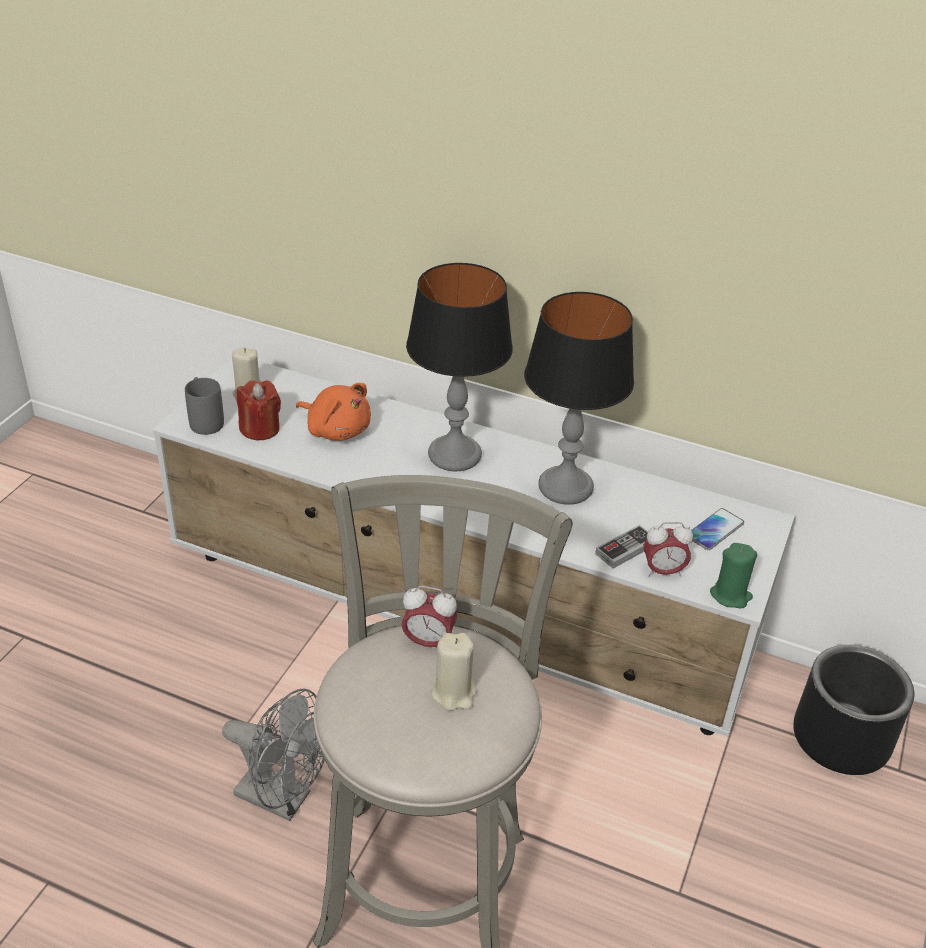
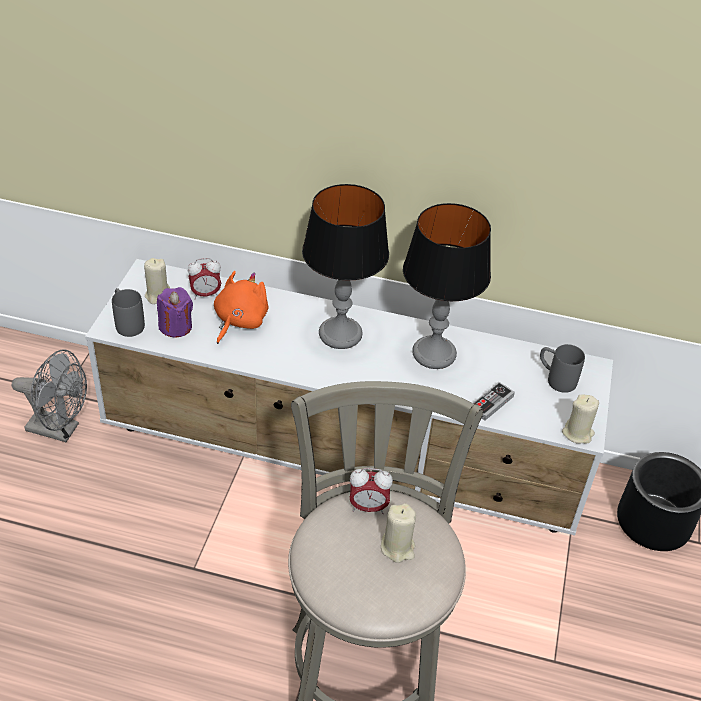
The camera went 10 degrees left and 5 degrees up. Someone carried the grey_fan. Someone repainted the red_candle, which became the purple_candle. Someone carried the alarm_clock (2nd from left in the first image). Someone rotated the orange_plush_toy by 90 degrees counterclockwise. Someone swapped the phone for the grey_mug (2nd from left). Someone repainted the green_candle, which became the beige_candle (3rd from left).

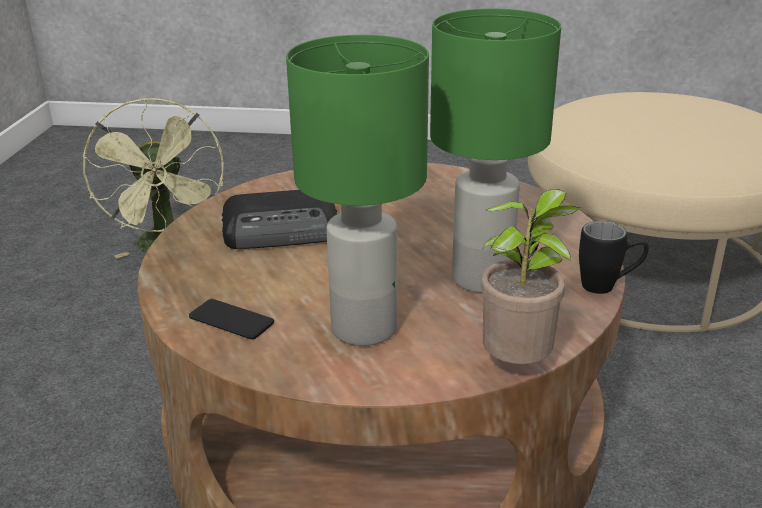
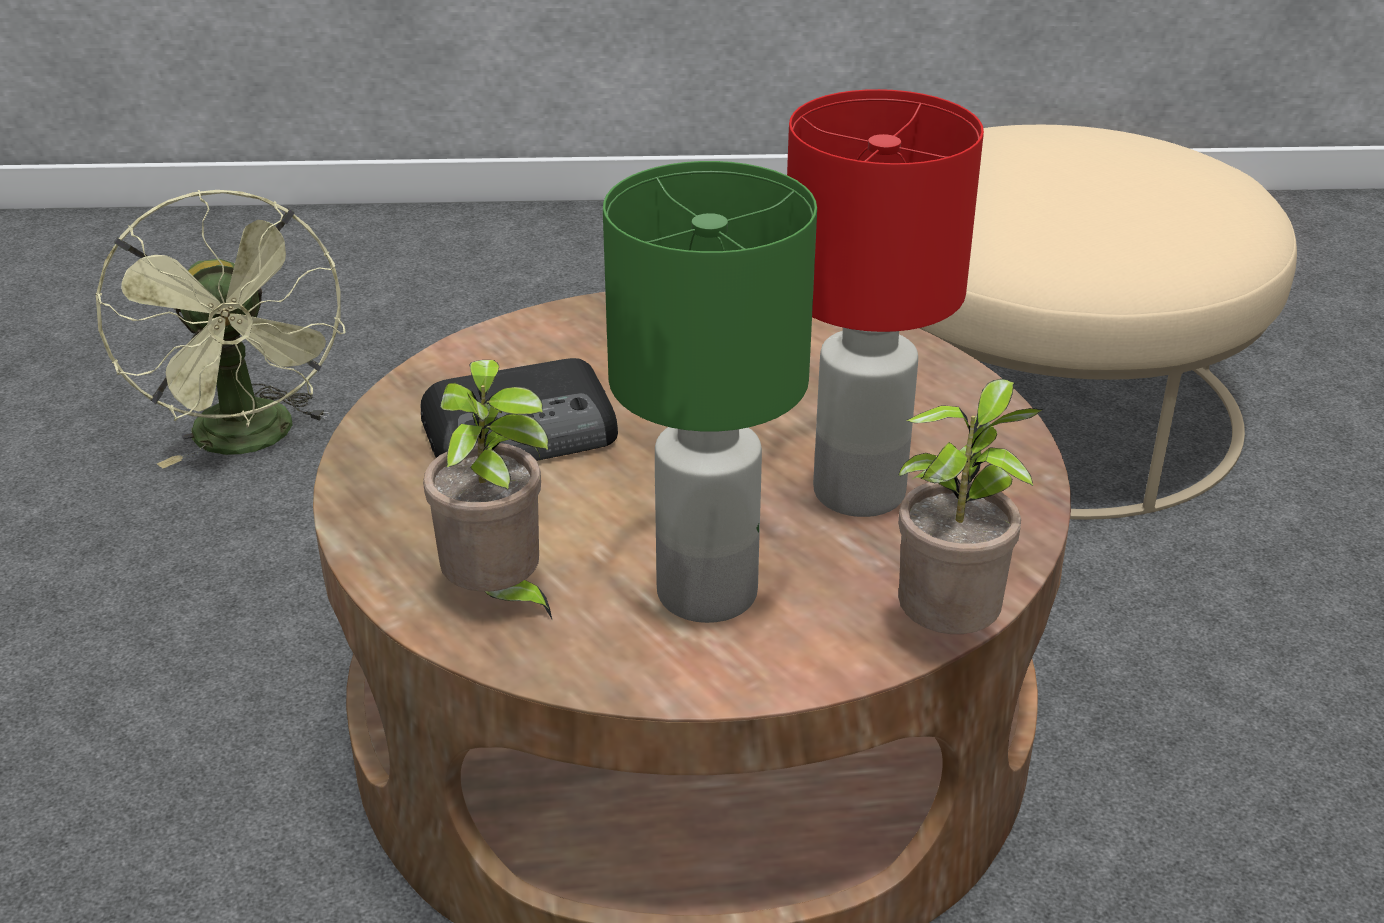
The camera went 10 degrees left and 5 degrees up. Someone swapped the phone for the potted_plant (1st from left). Someone repainted the green_table_lamp (2nd from left), which became the red_table_lamp. Someone took away the black_mug.

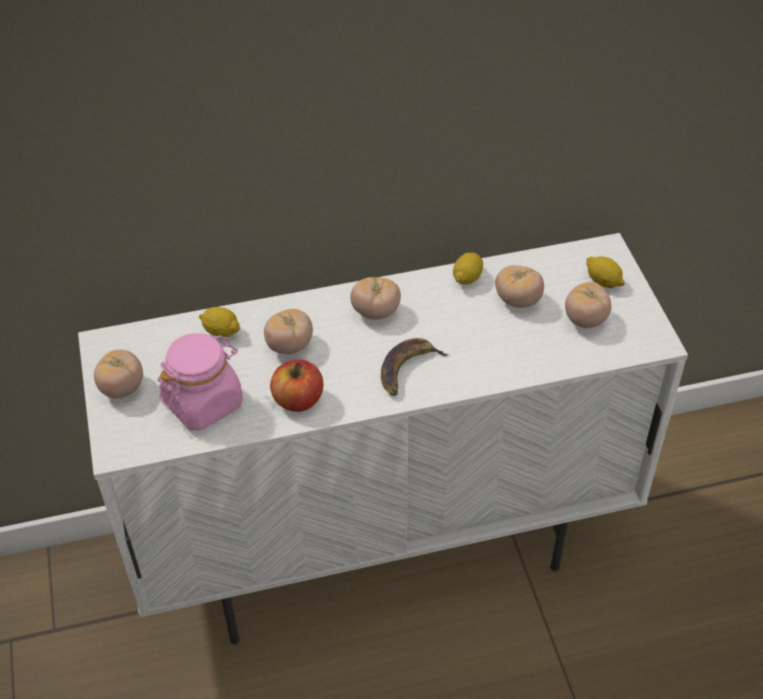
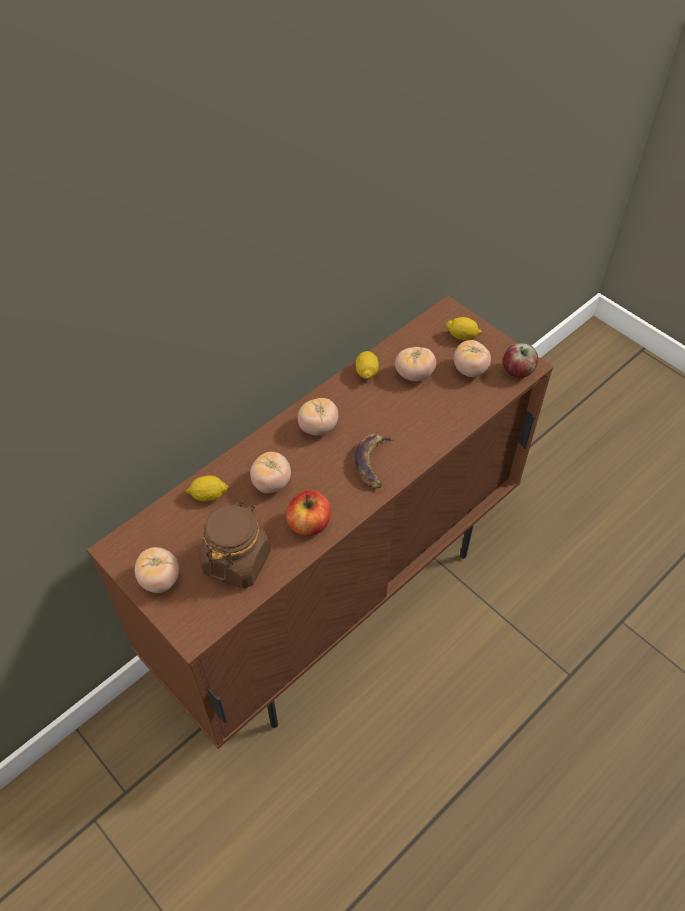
The camera went 30 degrees left and 5 degrees up. Someone repainted the white_cabinet, which became the brown_cabinet. Someone repainted the pink_jar, which became the brown_jar. Someone put down the apple (2nd from left).

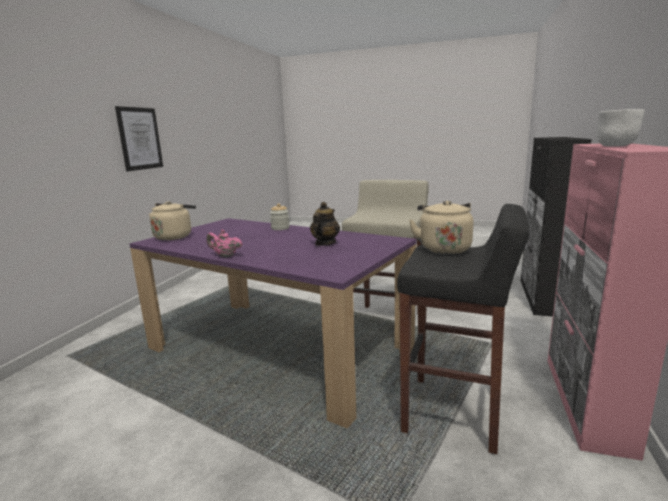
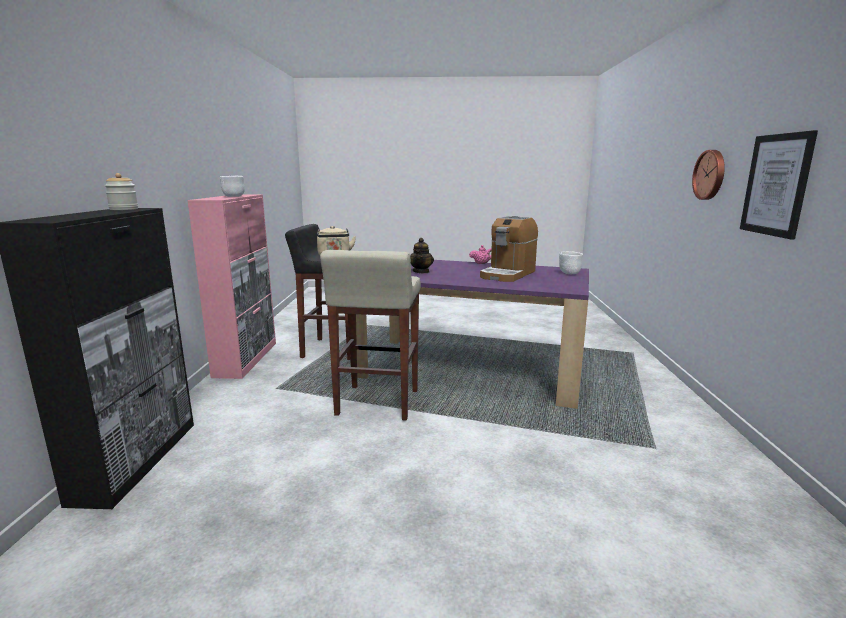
The camera went 165 degrees right and 0 degrees up. Someone carried the jar. Someone put down the coffee_machine. Someone swapped the beige_kettle (1st from left) for the white_bowl (2nd from left). Someone put up the wall_clock.

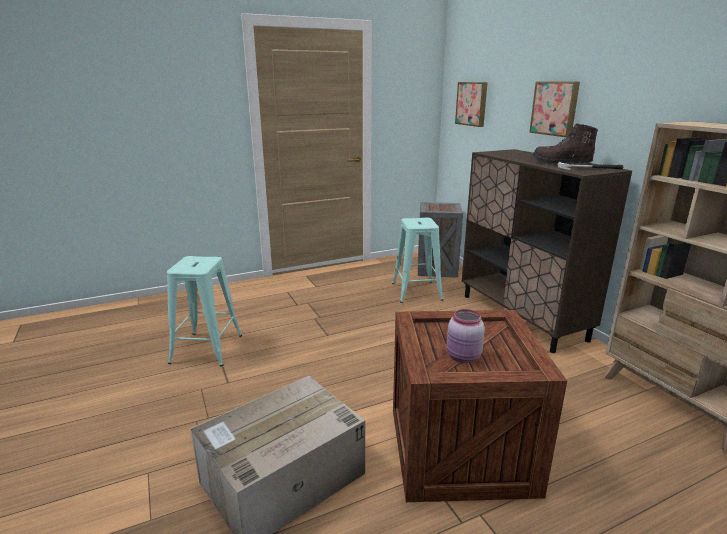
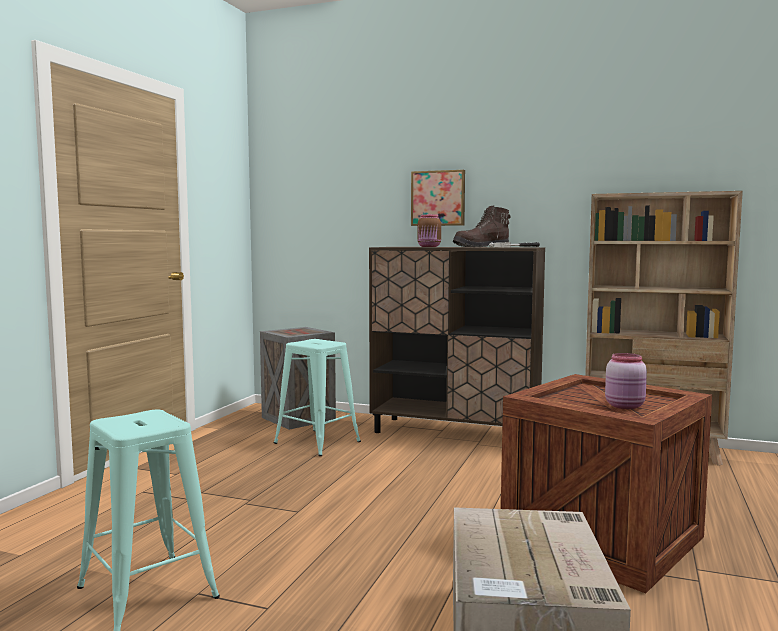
The camera went 45 degrees left and 15 degrees down. Someone put down the brown_jar. Someone took away the picture (1st from left).

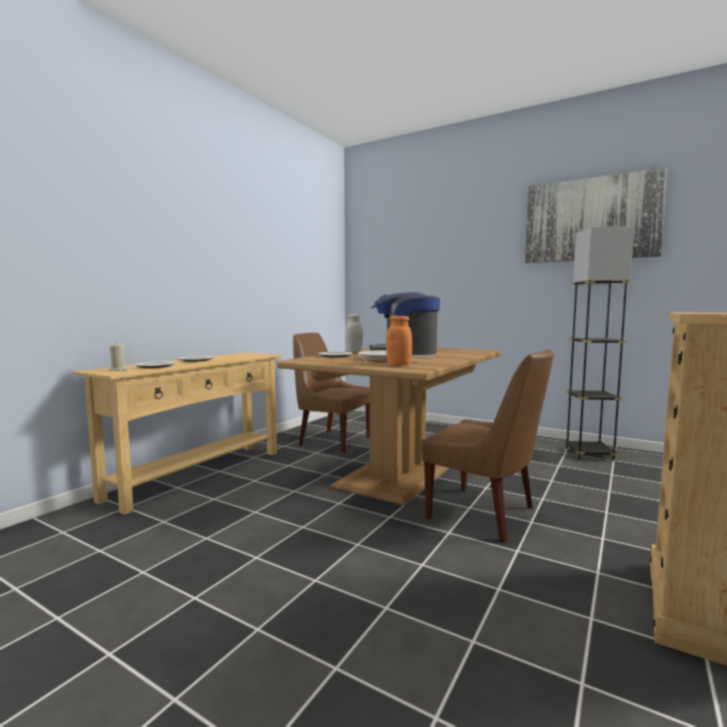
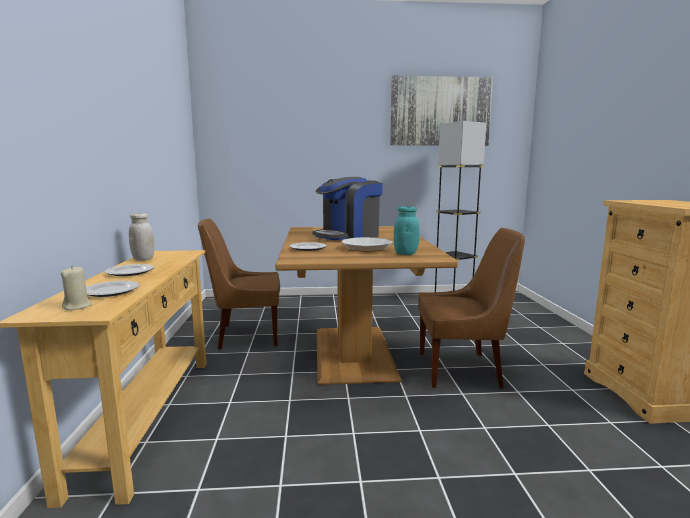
The camera went 35 degrees left and 5 degrees up. Someone carried the white_jar. Someone repainted the orange_jar, which became the turquoise_jar.

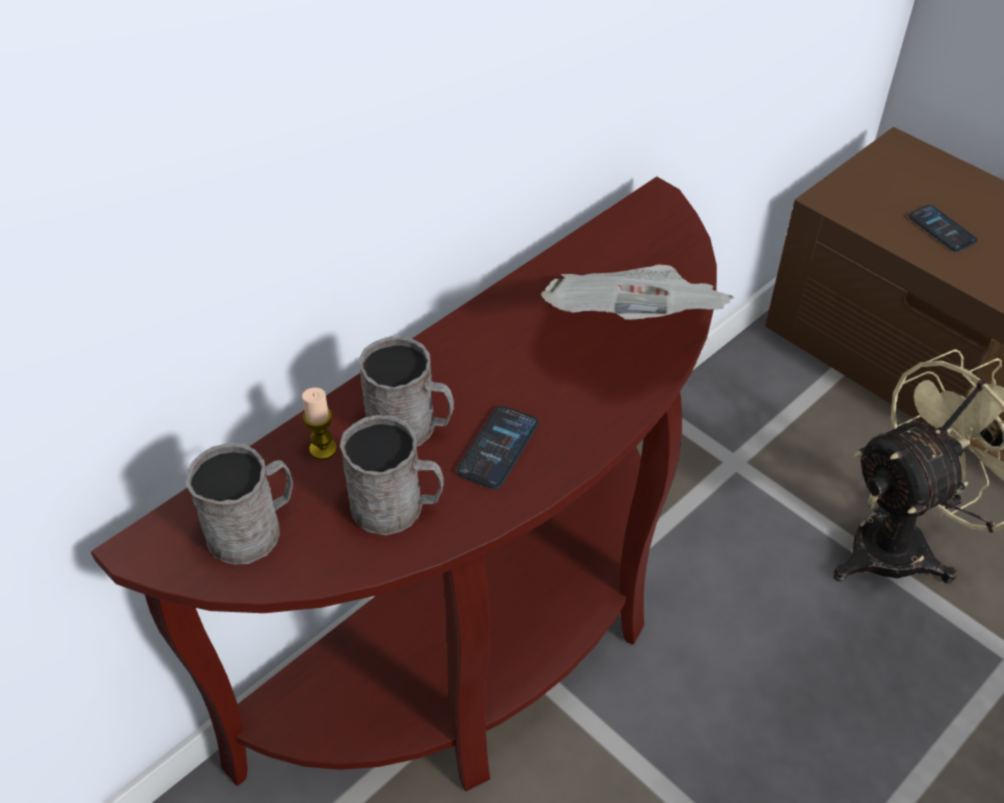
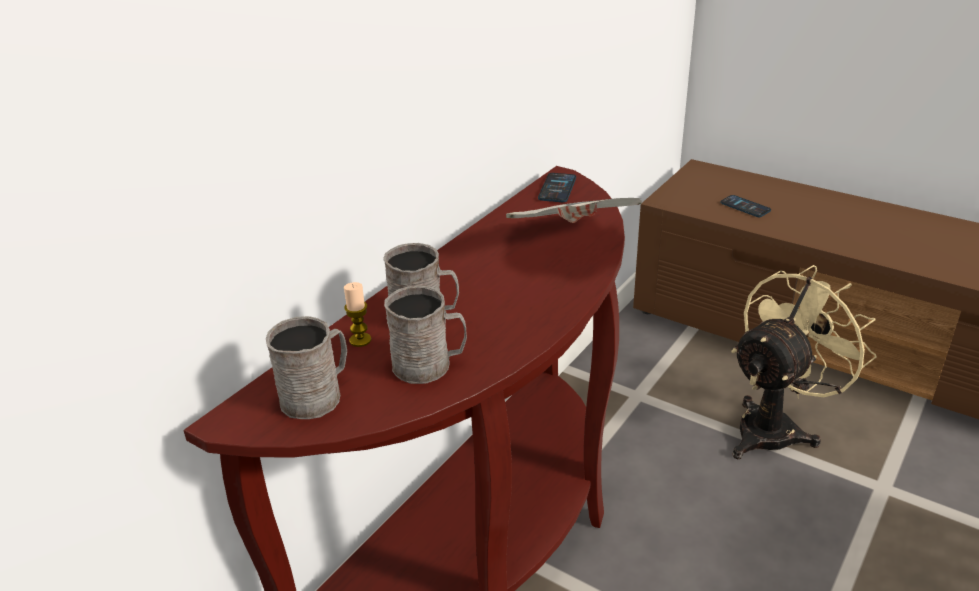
The camera went 10 degrees left and 15 degrees down. Someone carried the phone (1st from left).

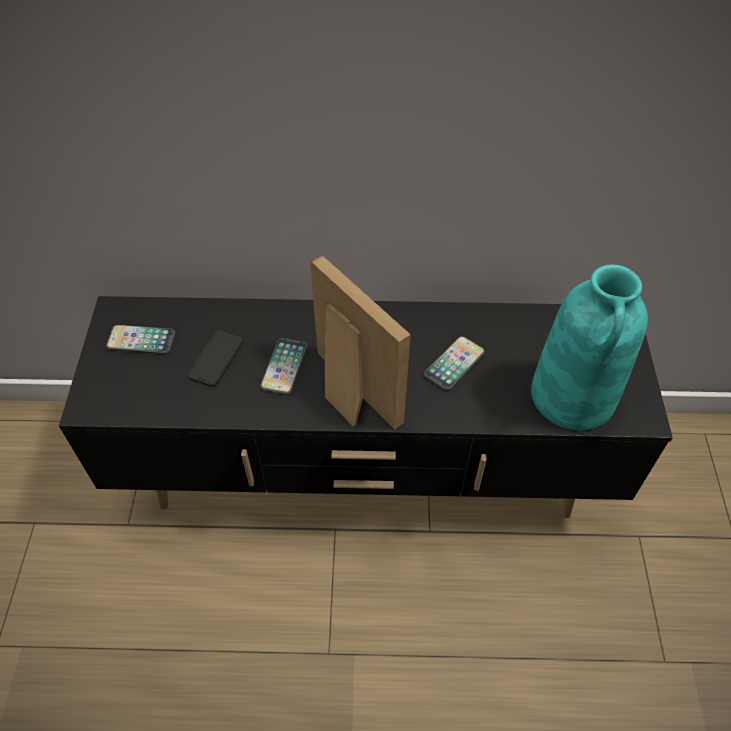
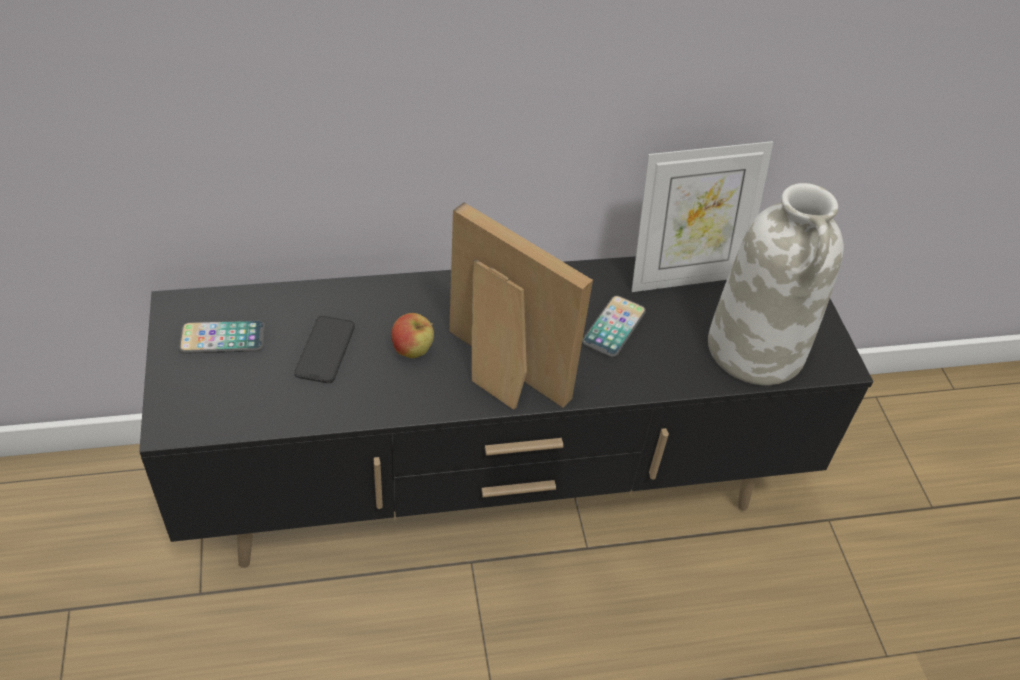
The camera went 15 degrees left and 5 degrees down. Someone swapped the phone (3rd from left) for the apple. Someone put down the picture_frame (2nd from left). Someone repainted the turquoise_vase, which became the white_vase.

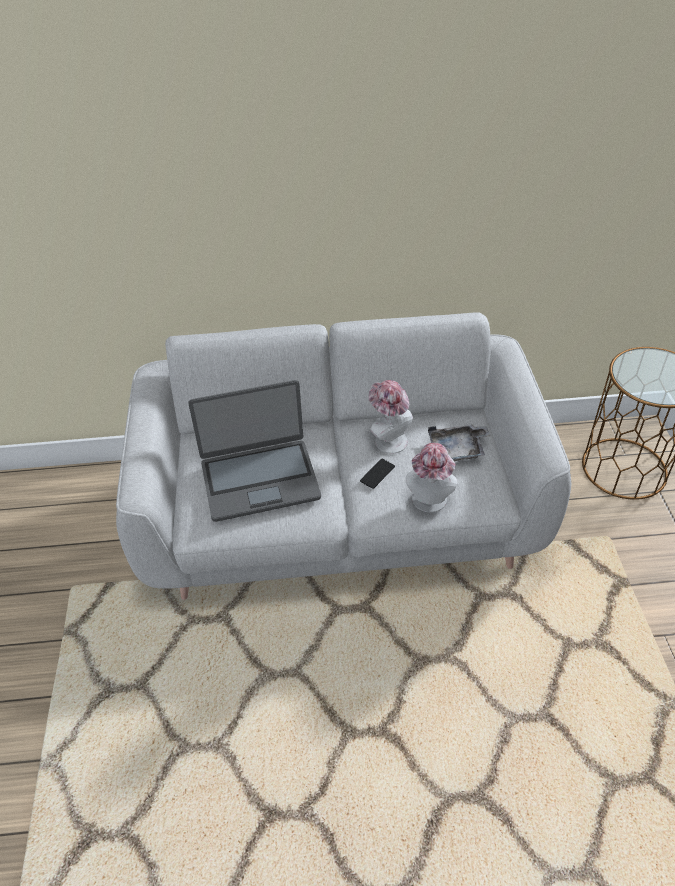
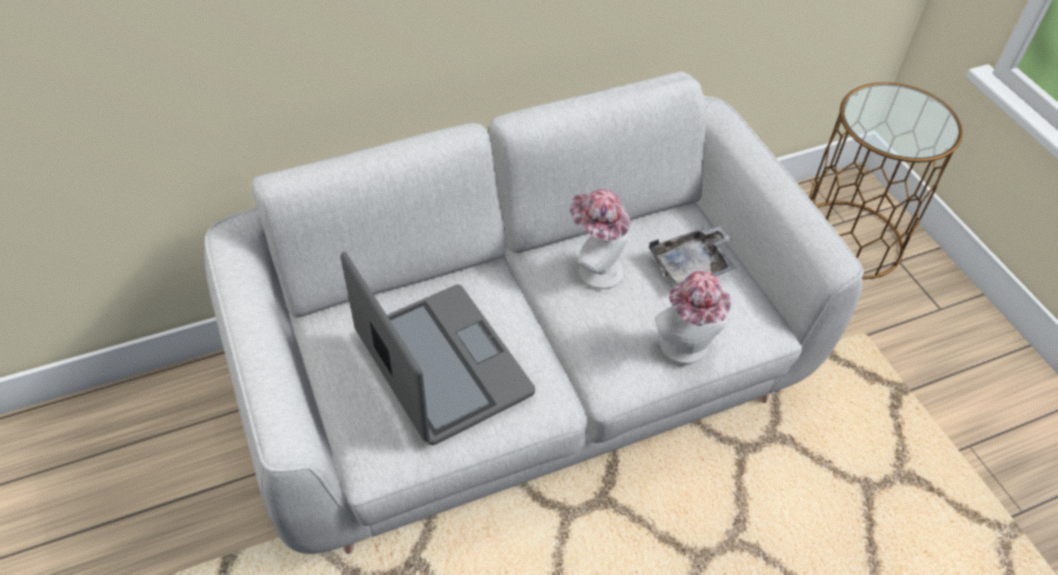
The camera went 20 degrees left and 5 degrees up. Someone rotated the laptop by 90 degrees counterclockwise. Someone took away the phone.

